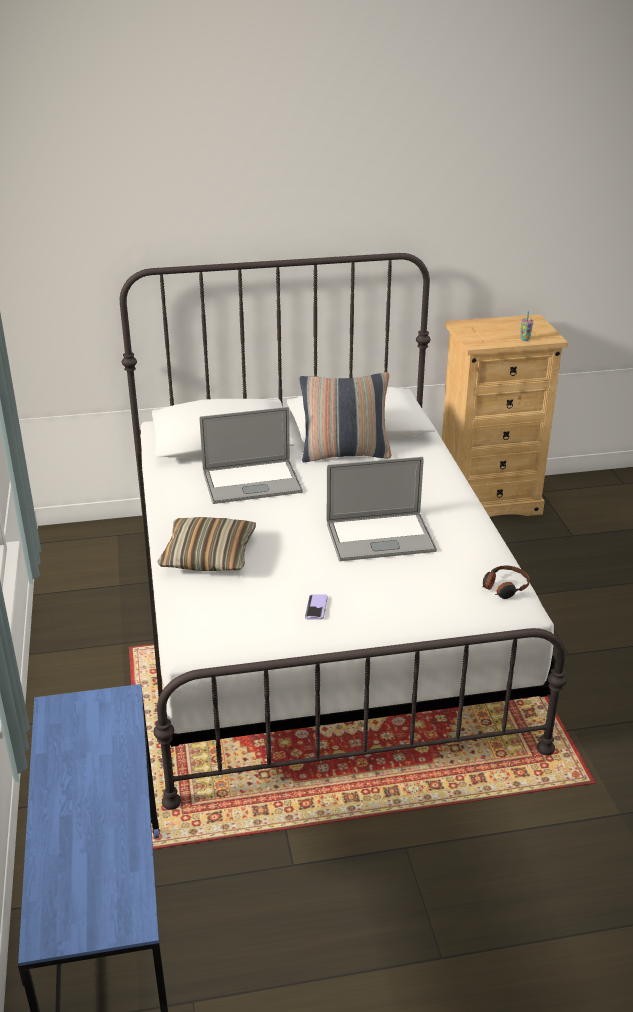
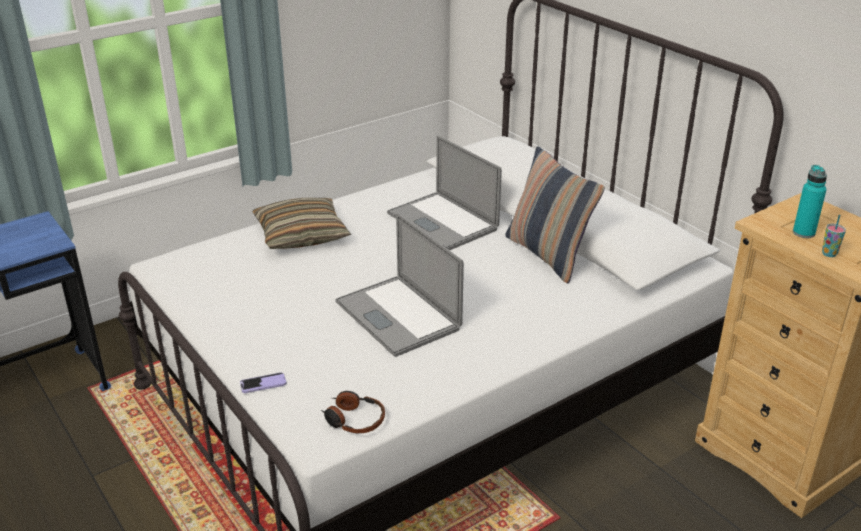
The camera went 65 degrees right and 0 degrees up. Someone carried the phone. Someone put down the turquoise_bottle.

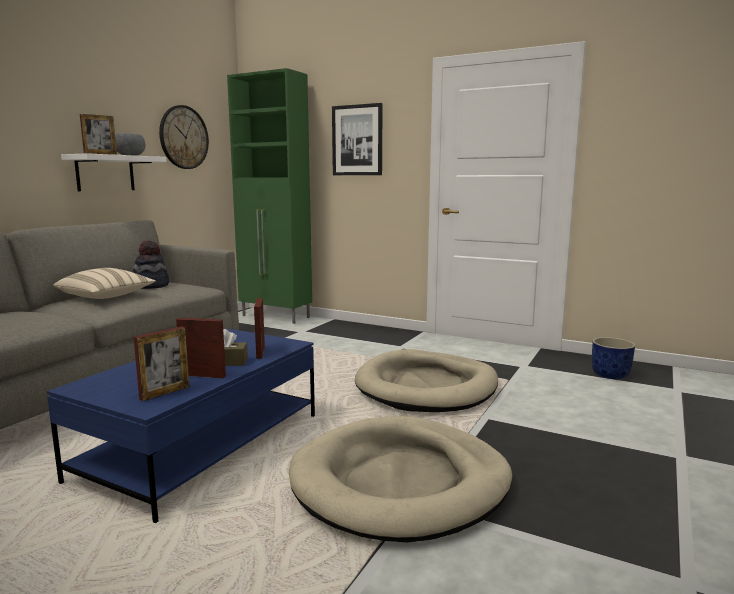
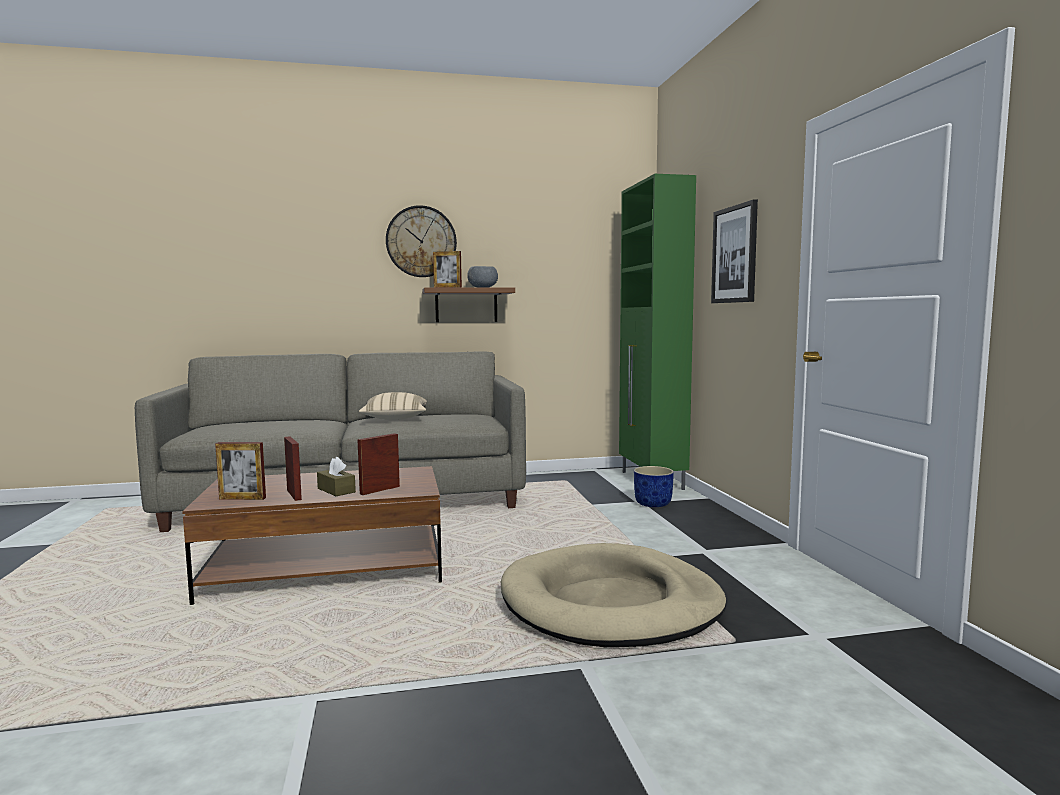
The camera went 50 degrees right and 5 degrees down. Someone repainted the blue_coffee_table, which became the brown_coffee_table. Someone carried the wall_clock. Someone repainted the white_shelf, which became the brown_shelf. Someone carried the blue_planter. Someone took away the hat. Someone took away the beige_dog_bed (1st from left).

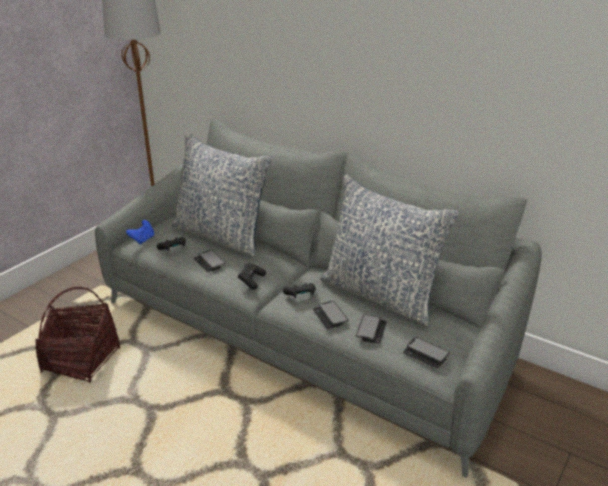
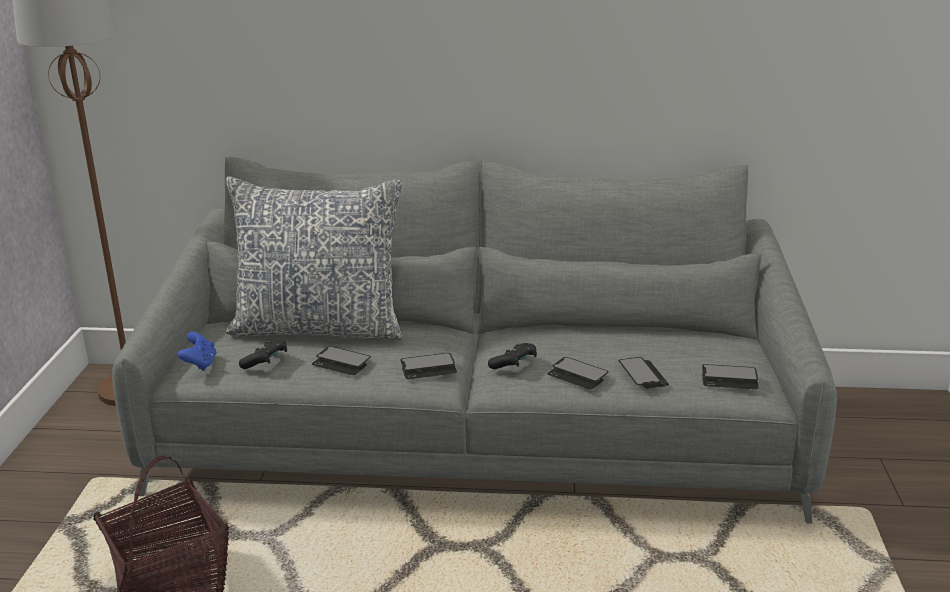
The camera went 30 degrees left and 5 degrees down. Someone swapped the black_game_controller (2nd from left) for the phone (2nd from left). Someone took away the pillow (2nd from left).

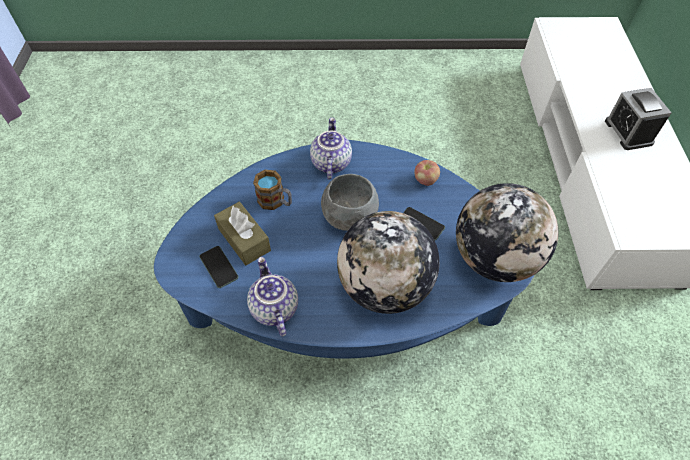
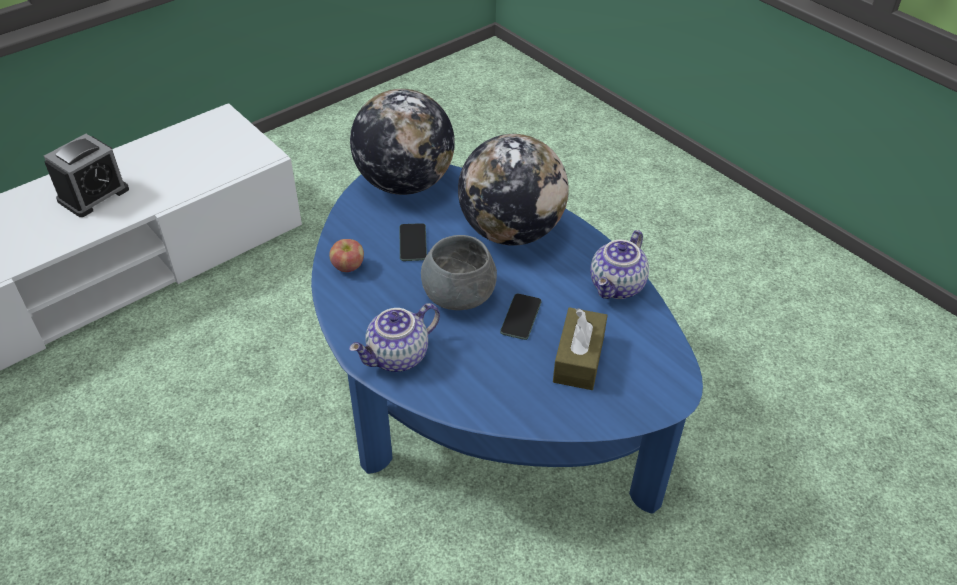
The camera went 130 degrees left and 10 degrees down. Someone carried the phone (1st from left in the first image). Someone took away the mug.

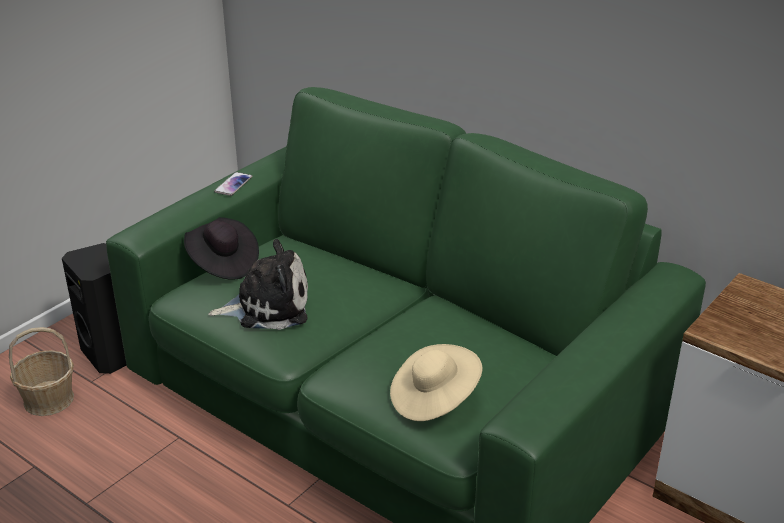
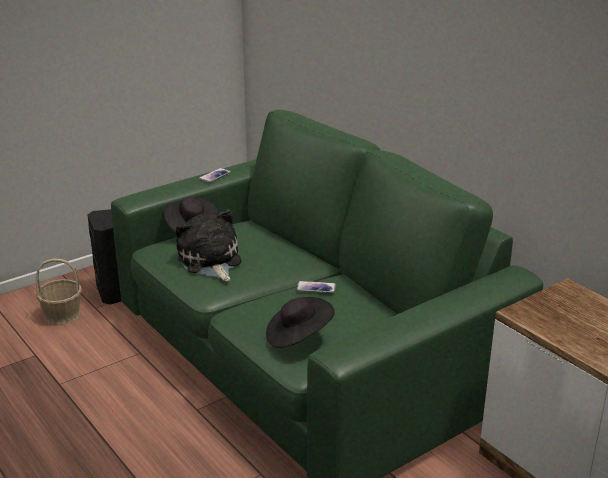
The camera went 15 degrees right and 5 degrees down. Someone rotated the plush_toy by 120 degrees counterclockwise. Someone repainted the beige_hat, which became the black_hat (2nd from left). Someone put down the phone (2nd from left).

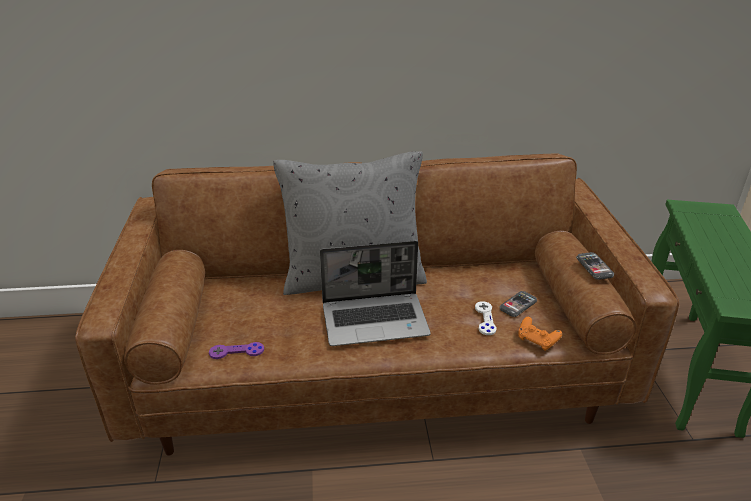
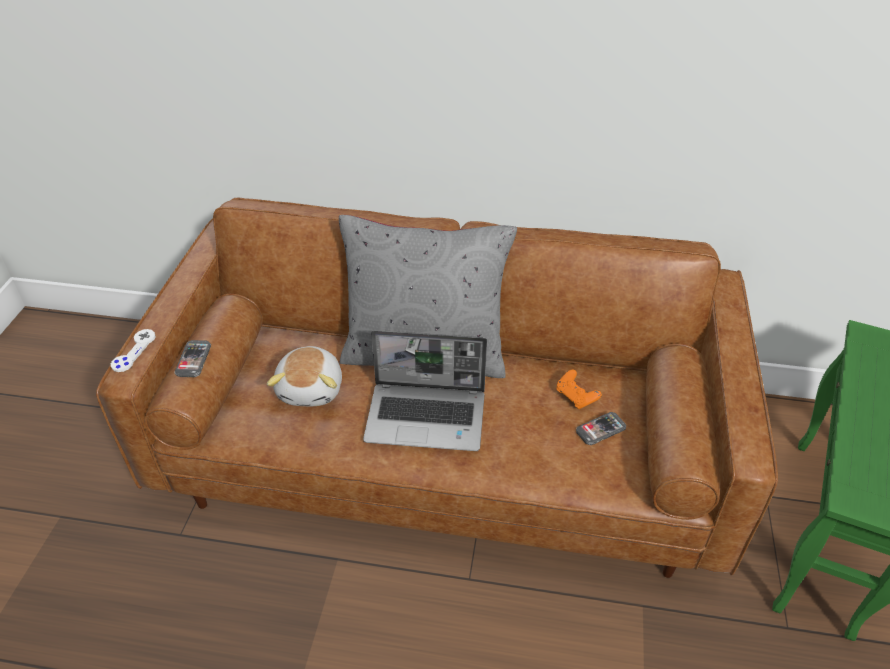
The camera went 15 degrees right and 10 degrees up. Someone carried the white_game_controller. Someone carried the phone (2nd from left in the first image). Someone put down the plush_toy. Someone carried the orange_game_controller. Someone took away the purple_game_controller.

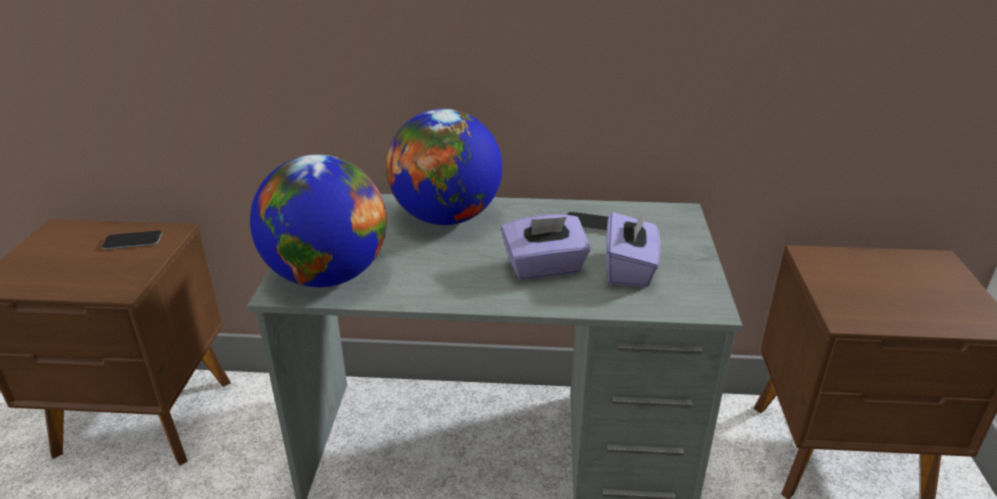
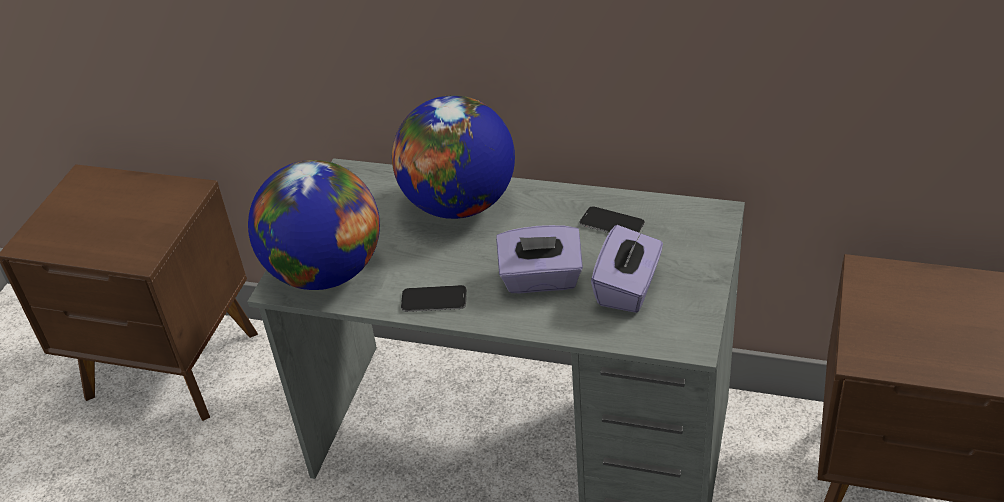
The camera went 15 degrees right and 10 degrees up. Someone carried the phone (1st from left).

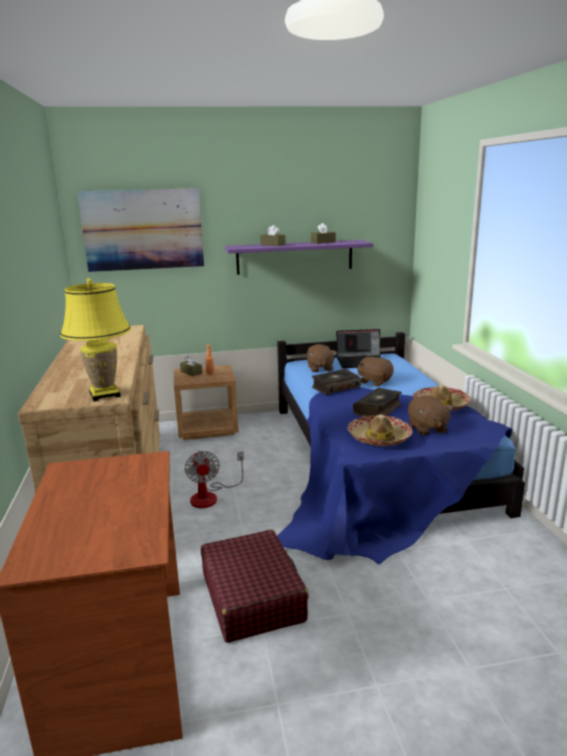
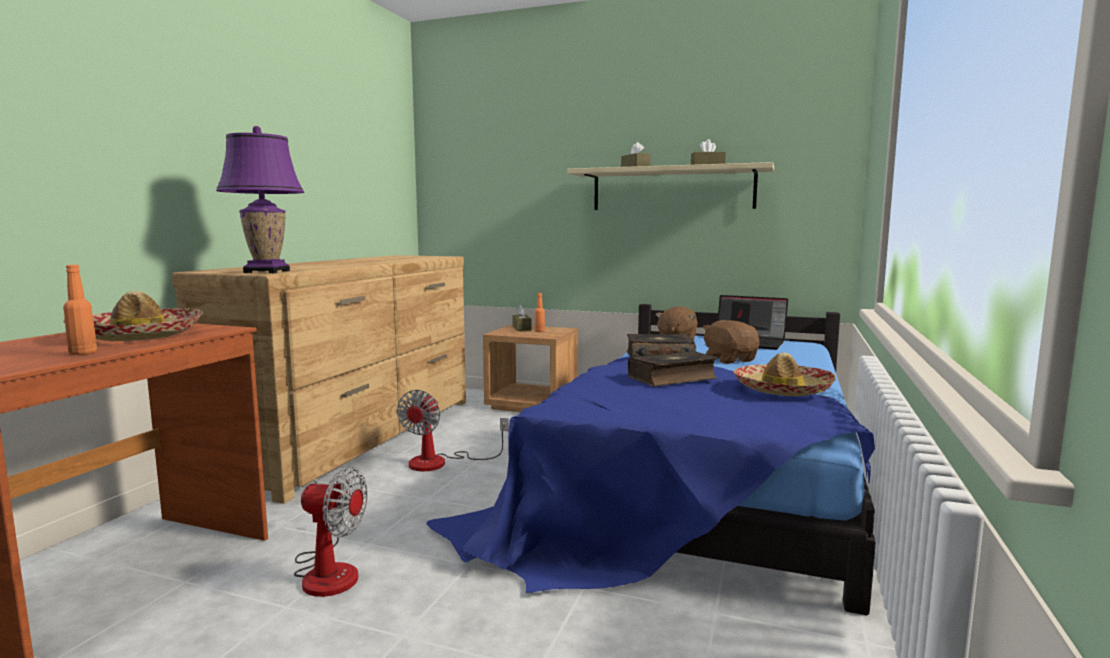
The camera went 30 degrees right and 10 degrees down. Someone put down the orange_bottle (1st from left). Someone carried the hat (1st from left). Someone repainted the yellow_table_lamp, which became the purple_table_lamp. Someone swapped the red_suitcase for the fan (1st from left). Someone repainted the purple_shelf, which became the beige_shelf. Someone took away the picture. Someone took away the brown_plush_toy (3rd from left).

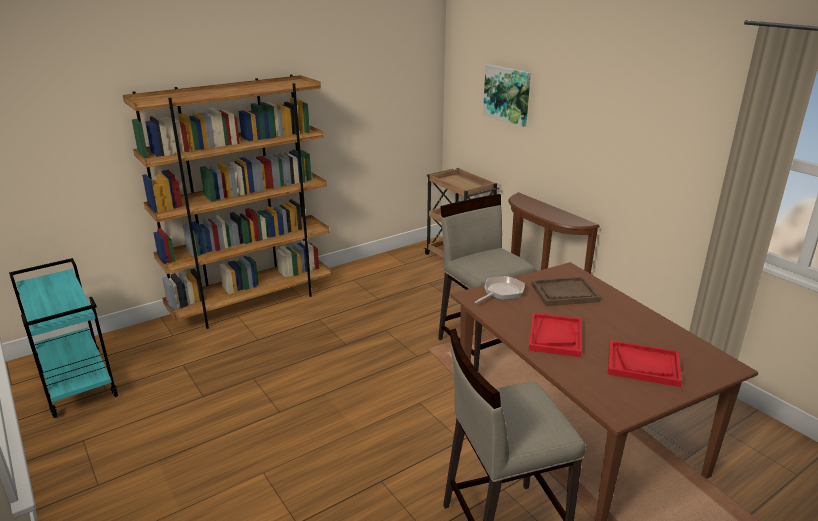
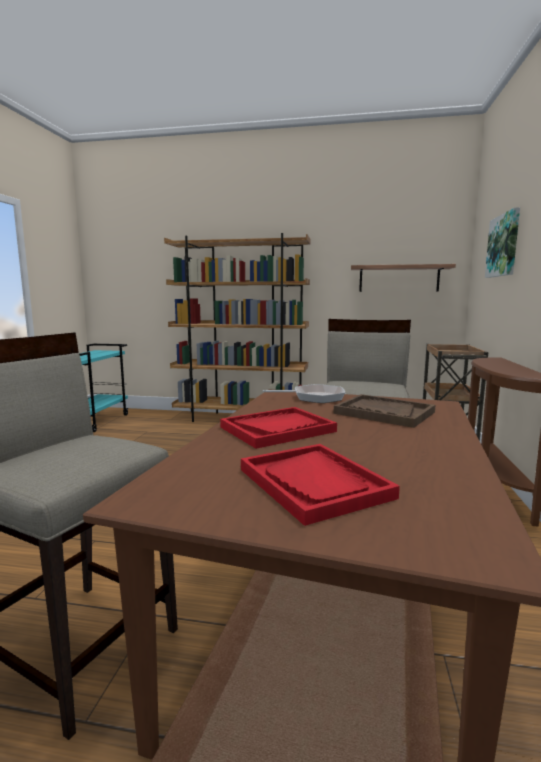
The camera went 45 degrees right and 15 degrees down. Someone put up the shelf.

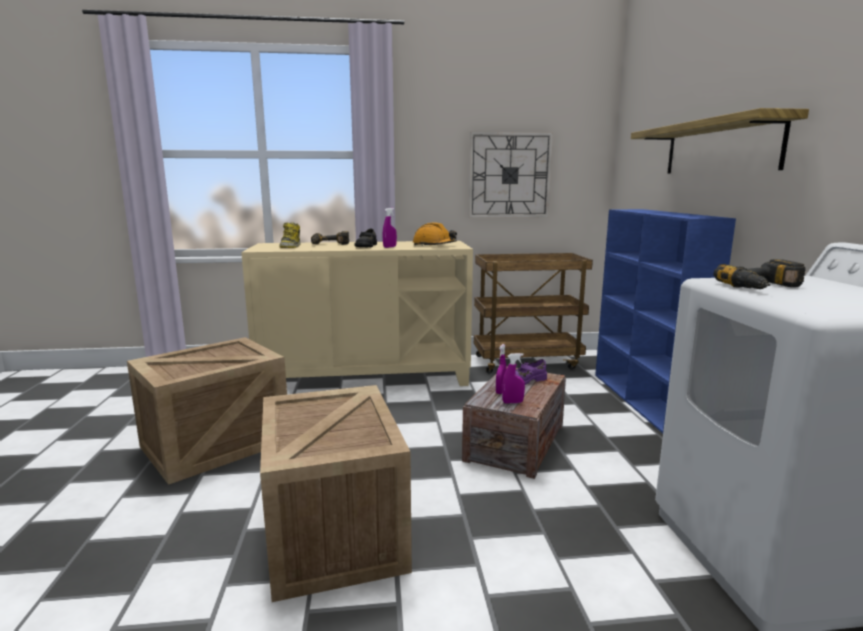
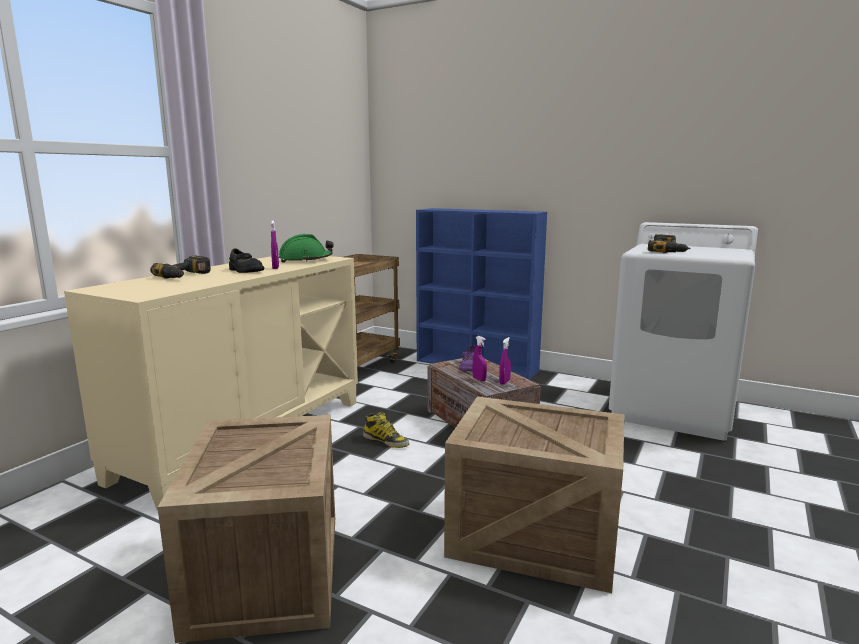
The camera went 55 degrees left and 0 degrees up. Someone repainted the orange_hard_hat, which became the green_hard_hat. Someone carried the boot. Someone took away the wall_clock. Someone took away the shelf.

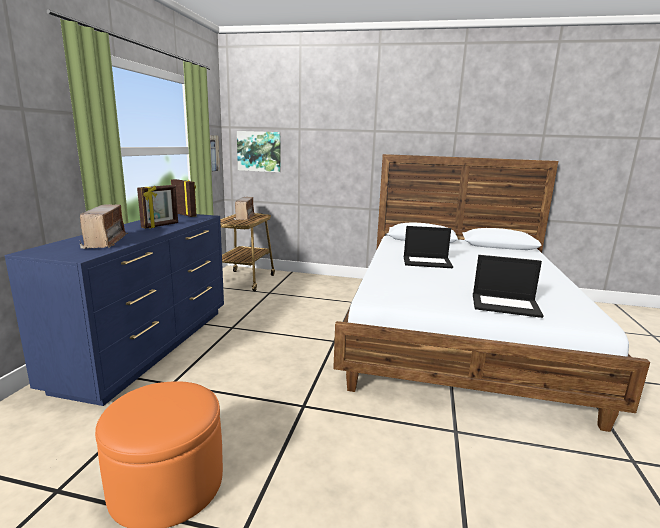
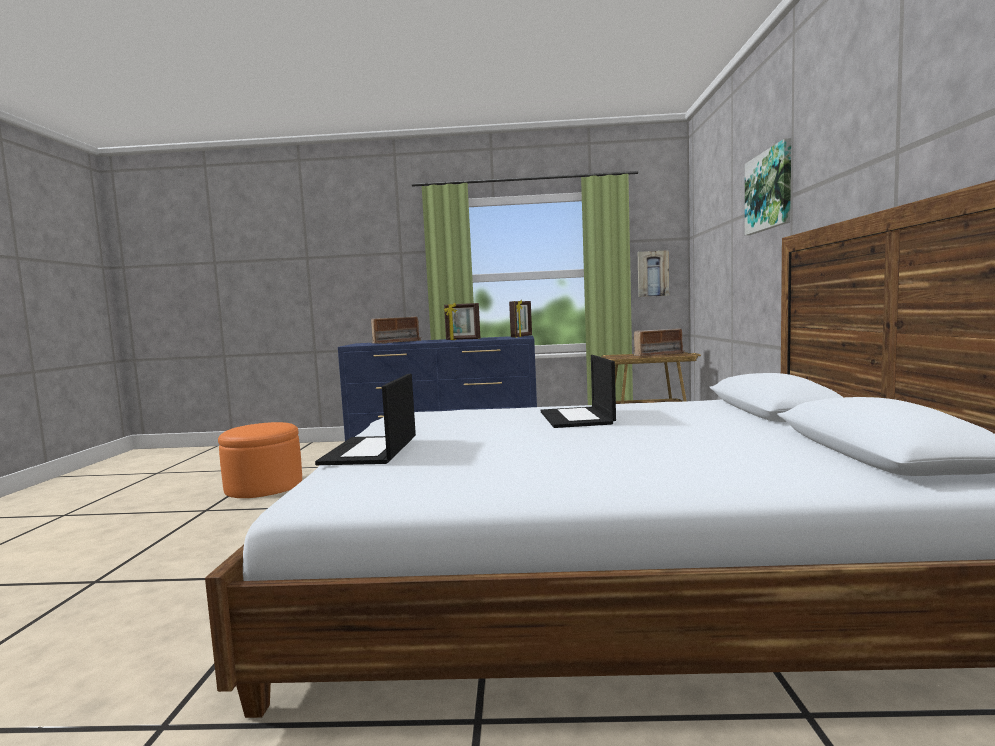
The camera went 80 degrees right and 10 degrees down. Someone carried the picture (2nd from left).

